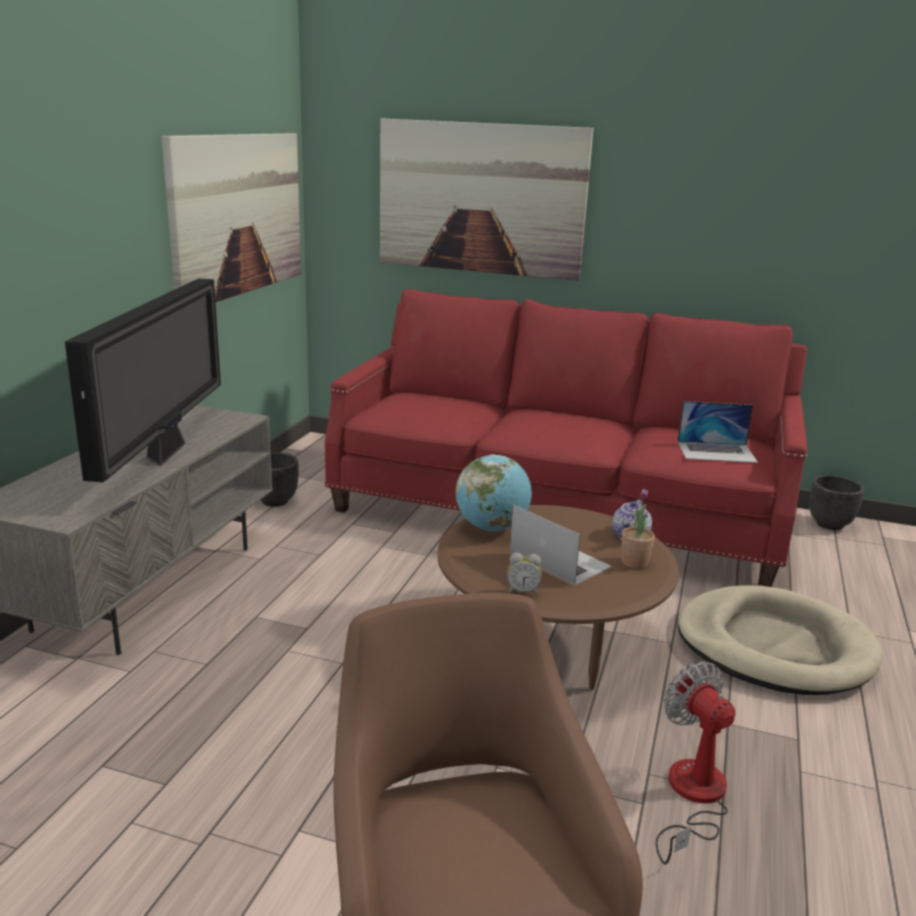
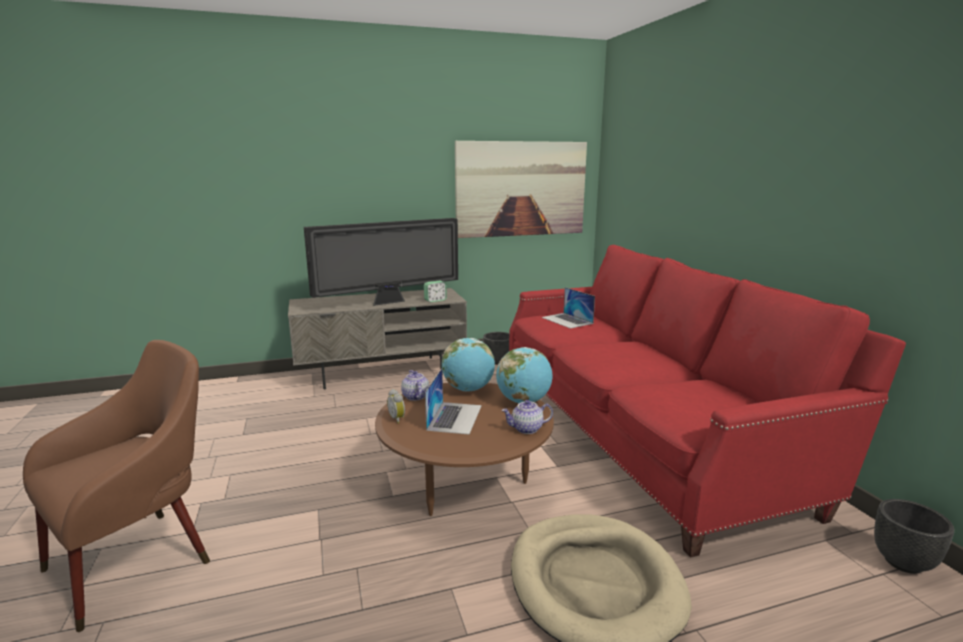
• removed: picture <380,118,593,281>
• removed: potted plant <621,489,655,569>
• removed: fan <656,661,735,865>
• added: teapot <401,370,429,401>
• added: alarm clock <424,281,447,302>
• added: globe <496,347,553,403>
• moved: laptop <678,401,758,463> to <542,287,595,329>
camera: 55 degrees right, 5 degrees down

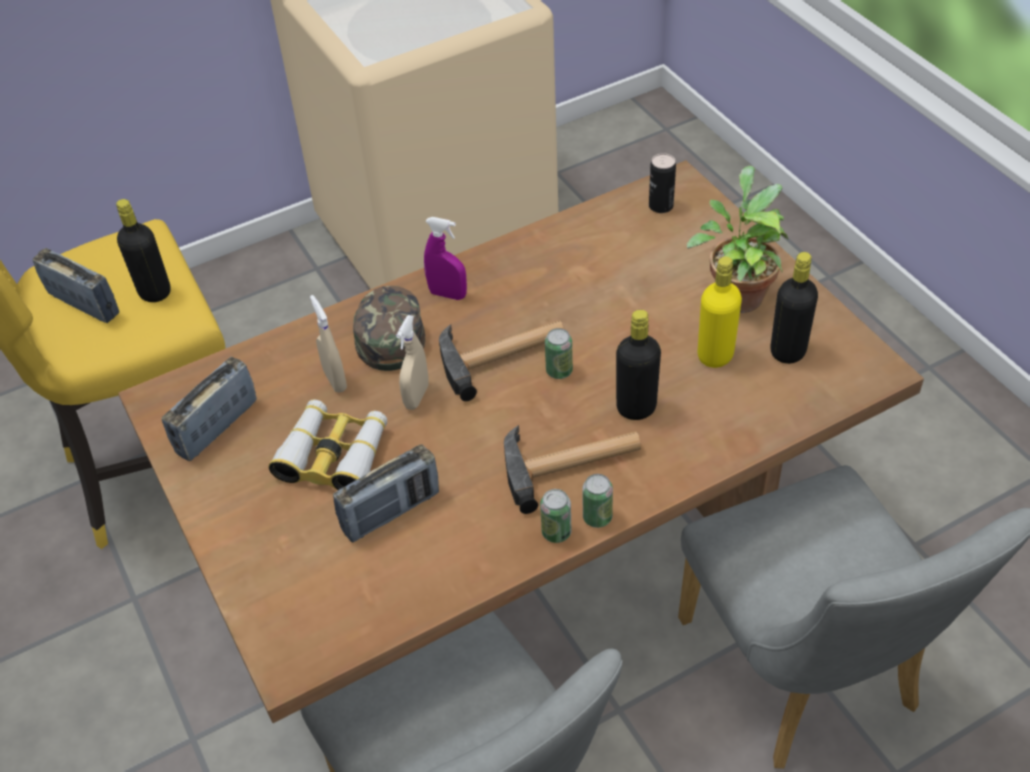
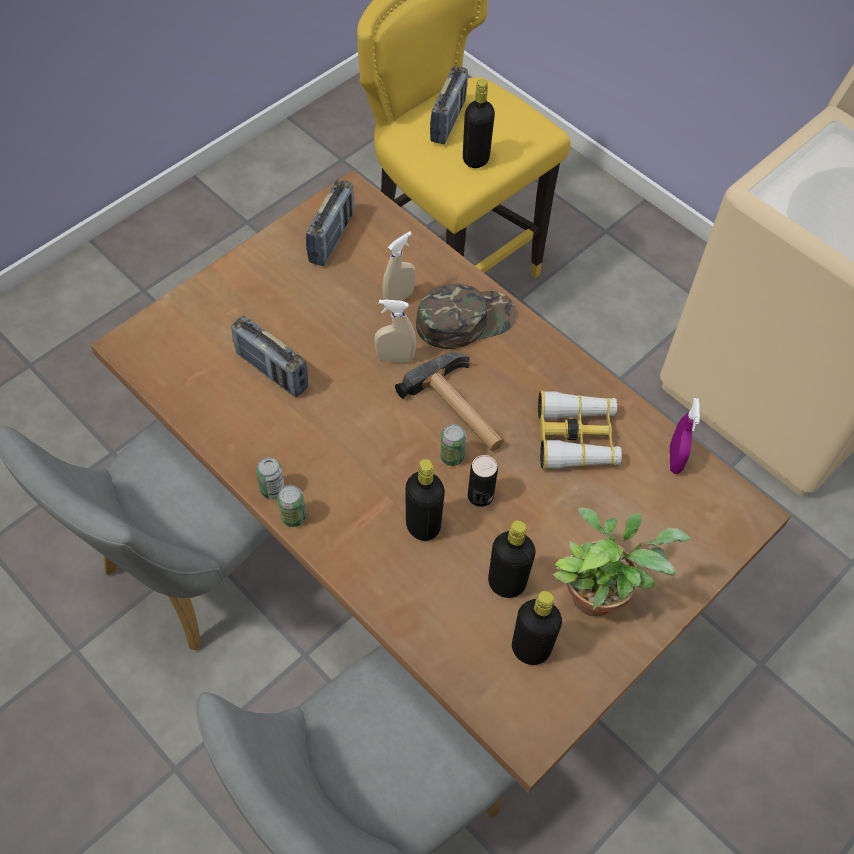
• removed: hammer <504,425,641,514>
• moved: binoculars <268,399,387,490> to <538,391,622,469>
• moved: spray bottle (purple) <424,217,467,300> to <670,398,700,474>
• moved: can <649,153,676,213> to <468,455,498,507>
• recoloured: bottle (yellow) <697,256,742,368> to bottle (black) <488,520,535,598>
• turned: radio <161,357,257,461> = <306,180,354,266> 90 degrees clockwise
camera: 70 degrees right, 10 degrees up

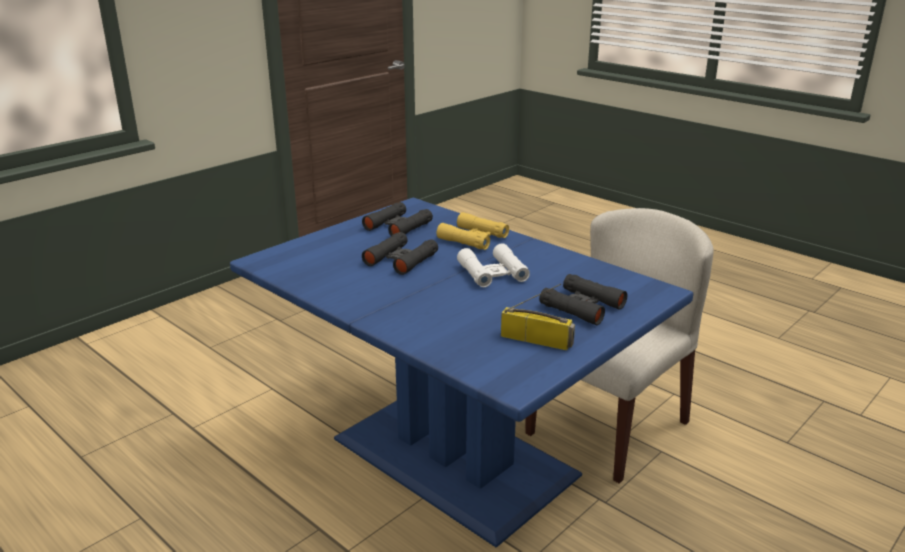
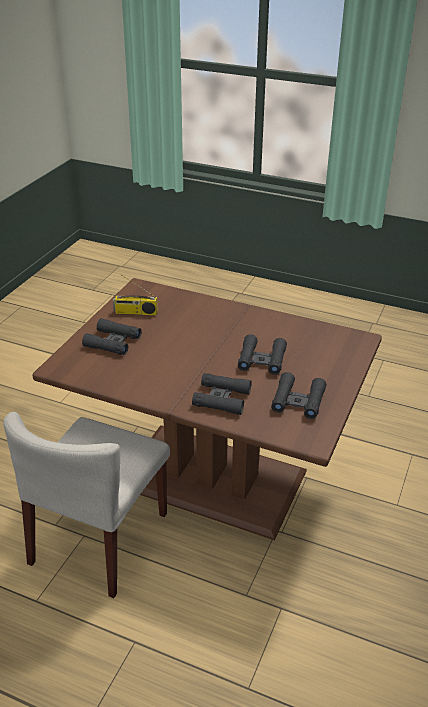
• removed: binoculars (white) <457,243,530,287>
• recoloured: dining table (blue) <230,198,693,547> to dining table (brown) <33,278,382,540>
• recoloured: binoculars (yellow) <437,212,509,250> to binoculars (black) <192,373,252,415>
camera: 160 degrees right, 10 degrees up

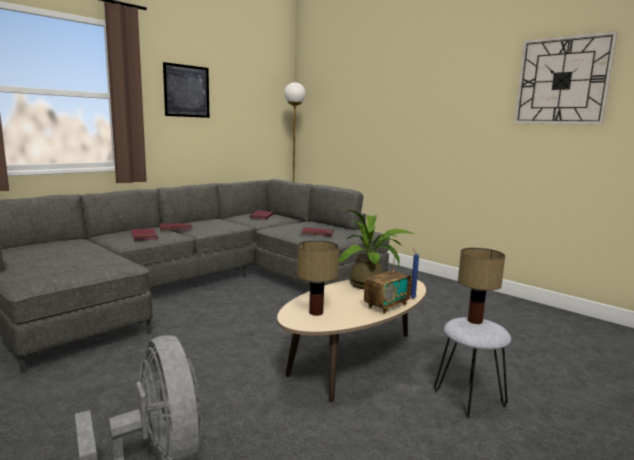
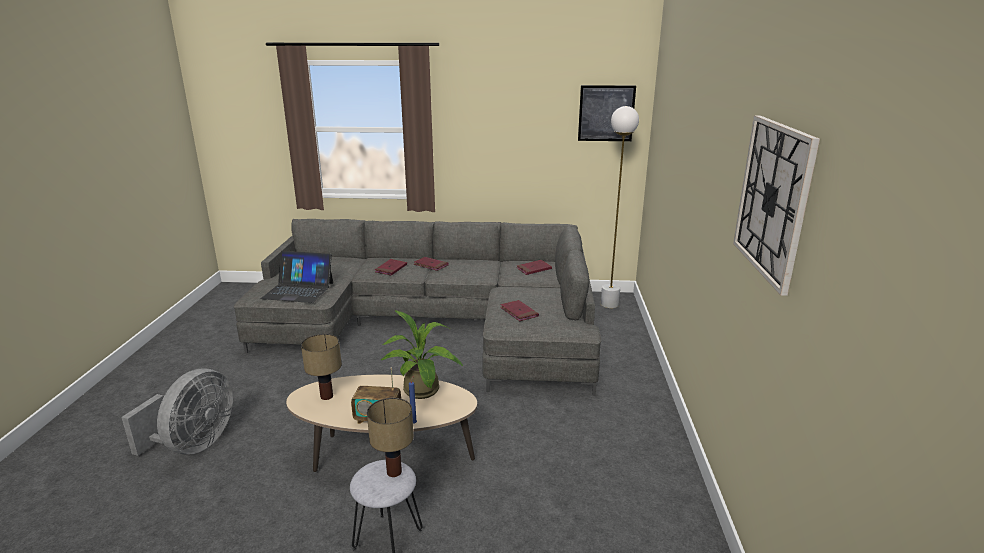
• added: laptop <261,251,333,303>
• moved: picture <163,62,209,118> to <578,85,636,141>
camera: 50 degrees right, 10 degrees up

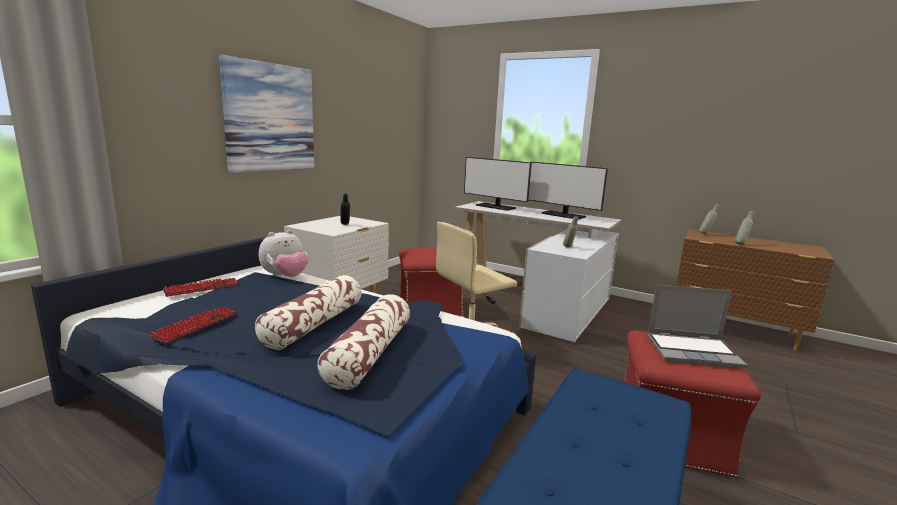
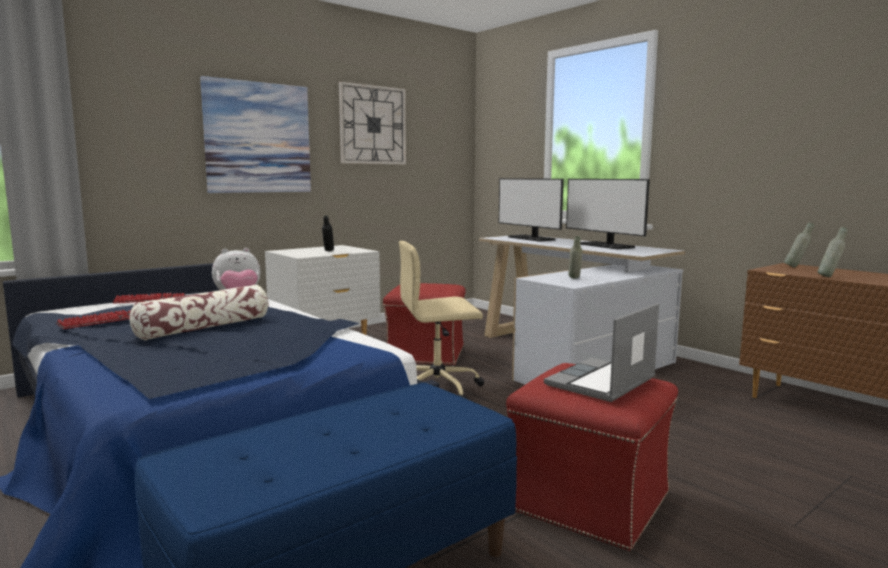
• removed: pillow <317,294,410,390>
• added: wall clock <339,82,406,165>
• turned: laptop <647,285,747,369> = <544,303,659,402> 105 degrees clockwise
camera: 20 degrees right, 5 degrees down

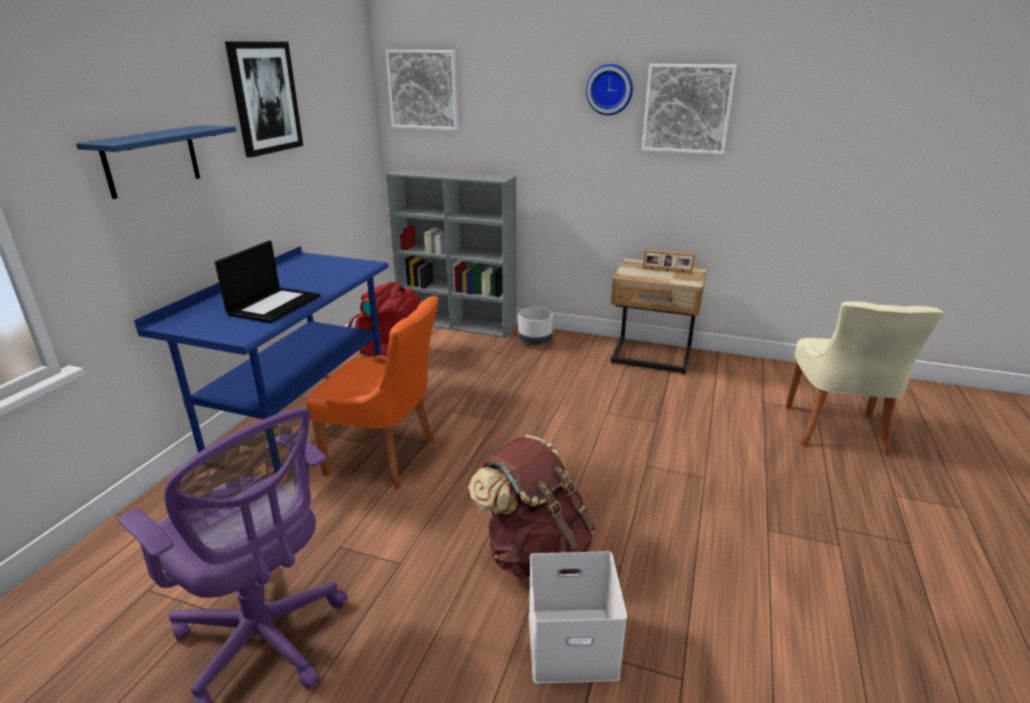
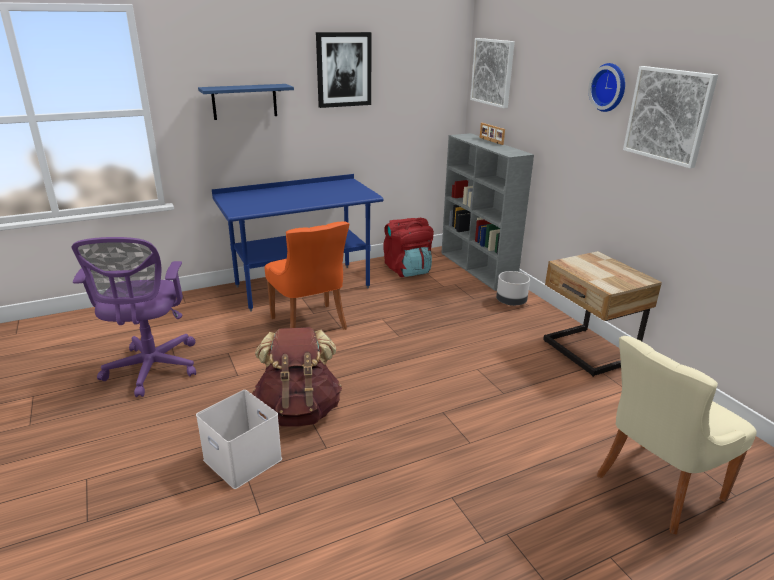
• removed: laptop <215,241,320,323>
• moved: picture frame <643,250,695,274> to <480,123,505,145>
camera: 45 degrees right, 0 degrees up

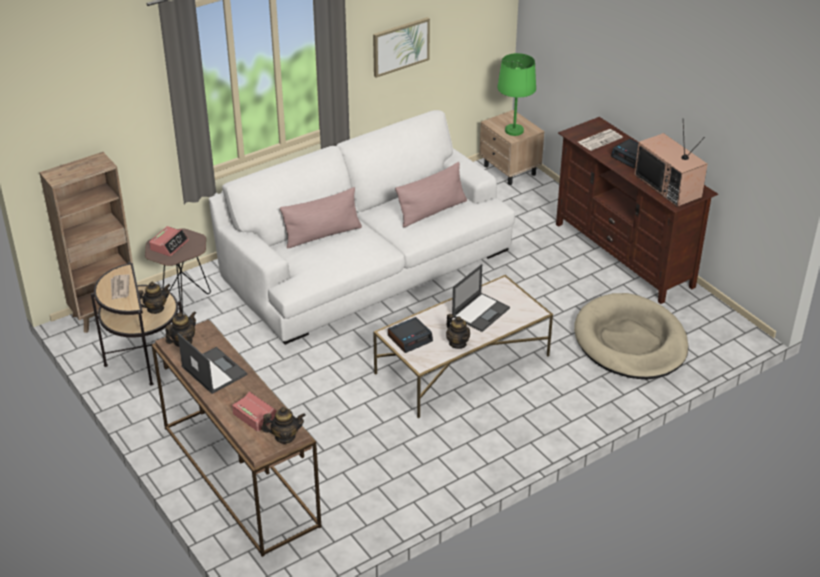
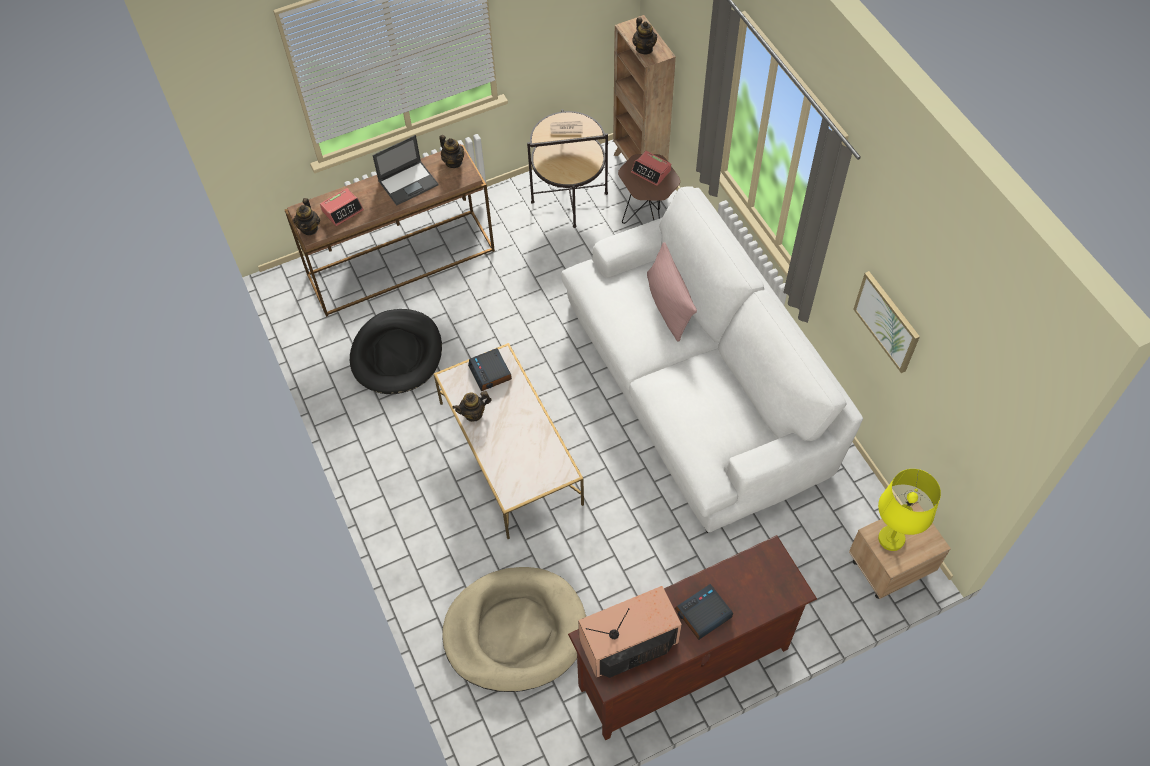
• removed: pillow (pink) <395,162,467,228>
• removed: laptop <452,264,510,332>
• removed: newspaper <578,129,623,151>
• added: dog bed (black) <350,309,442,394>
• moved: teapot <137,282,171,314> to <632,17,657,54>
• recoloured: table lamp (green) <497,53,536,136> to table lamp (yellow) <878,469,941,551>
camera: 100 degrees right, 20 degrees up

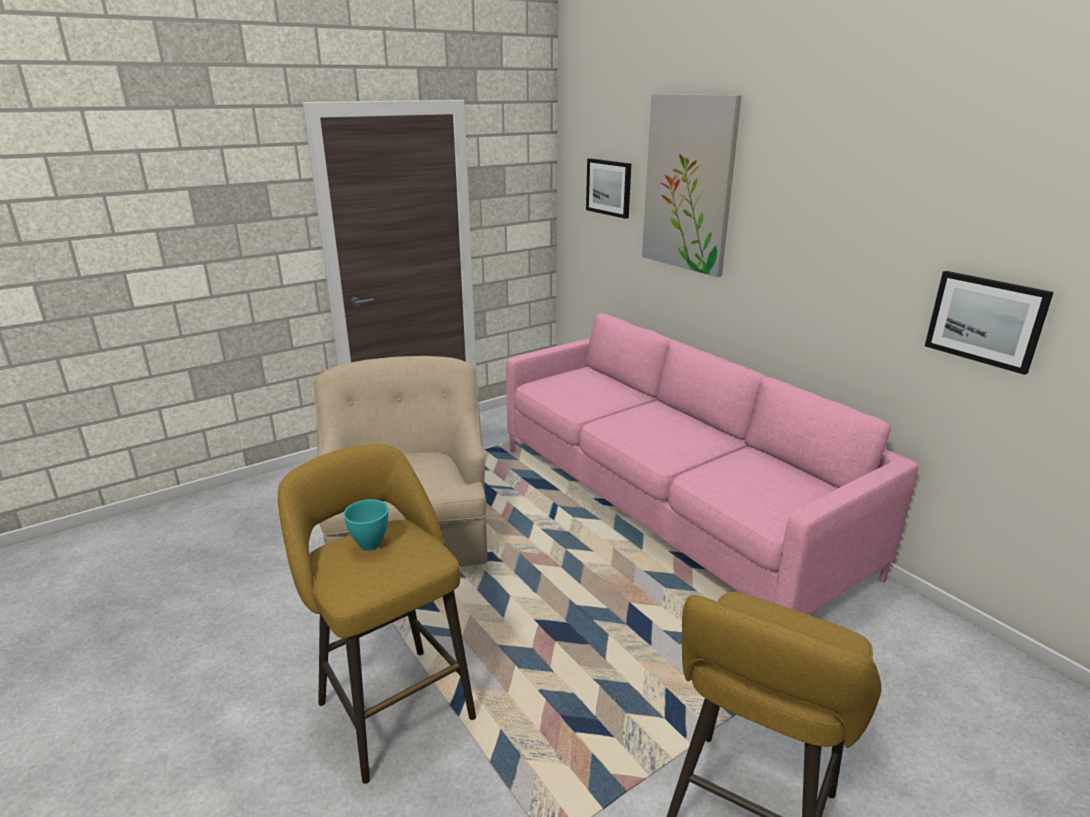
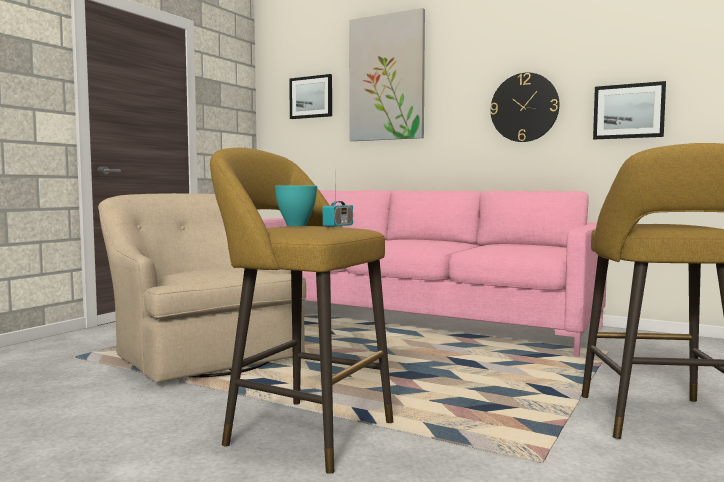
• added: radio <323,183,353,227>
• added: wall clock <490,72,559,142>
camera: 25 degrees left, 20 degrees down

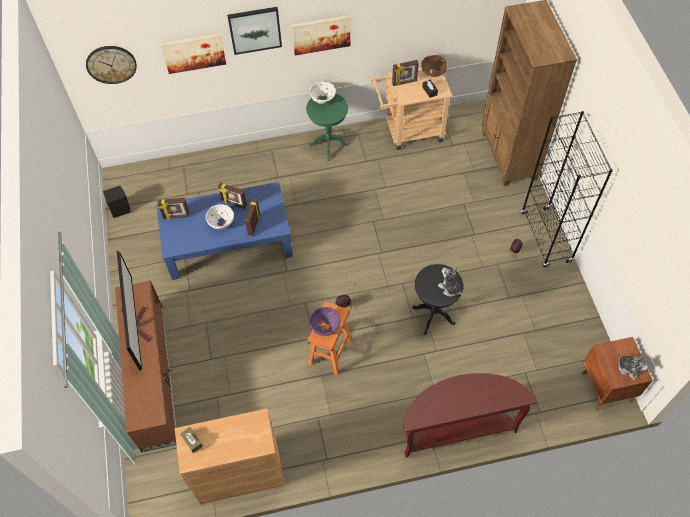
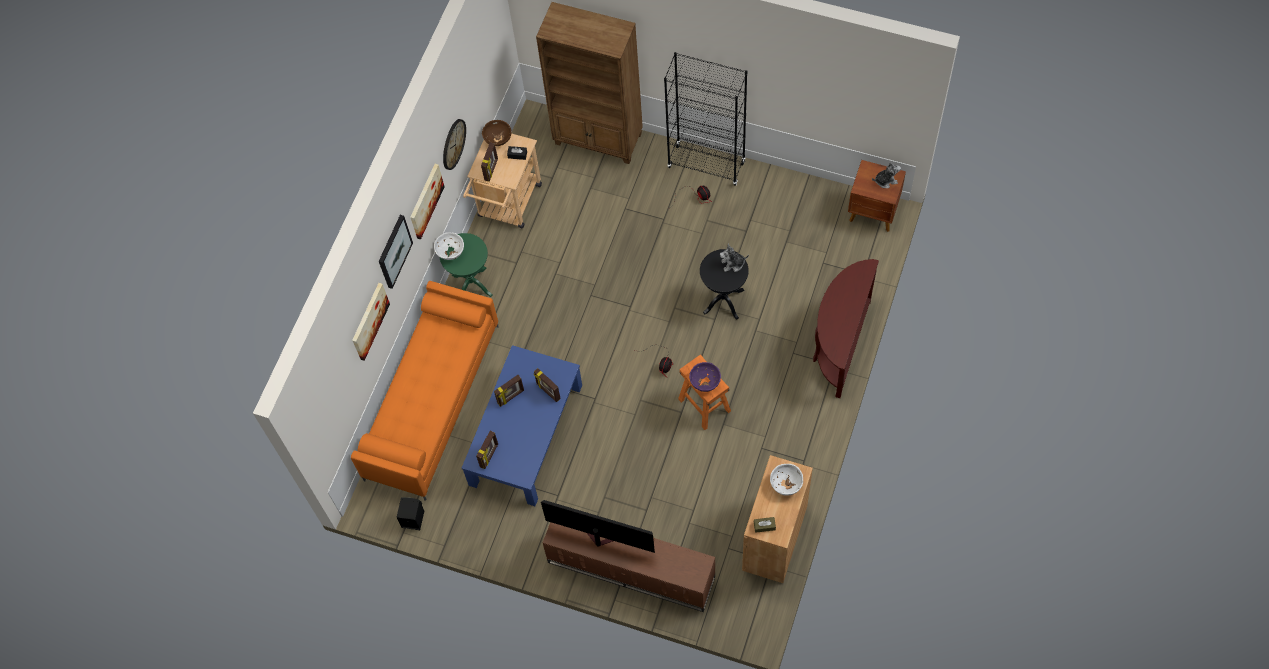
• added: sofa (orange) <351,281,499,501>
• moved: wall clock <86,46,137,84> to <443,119,466,170>
• moved: bowl (white) <206,204,234,229> to <770,464,803,496>
camera: 55 degrees left, 5 degrees up

